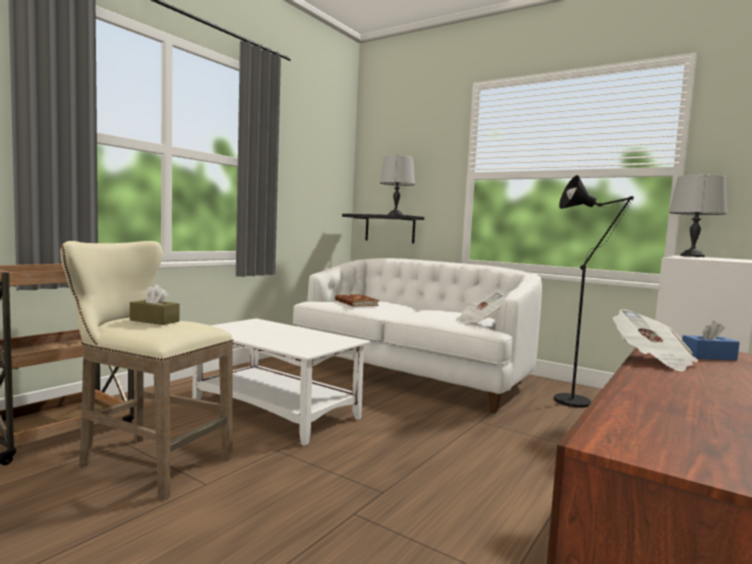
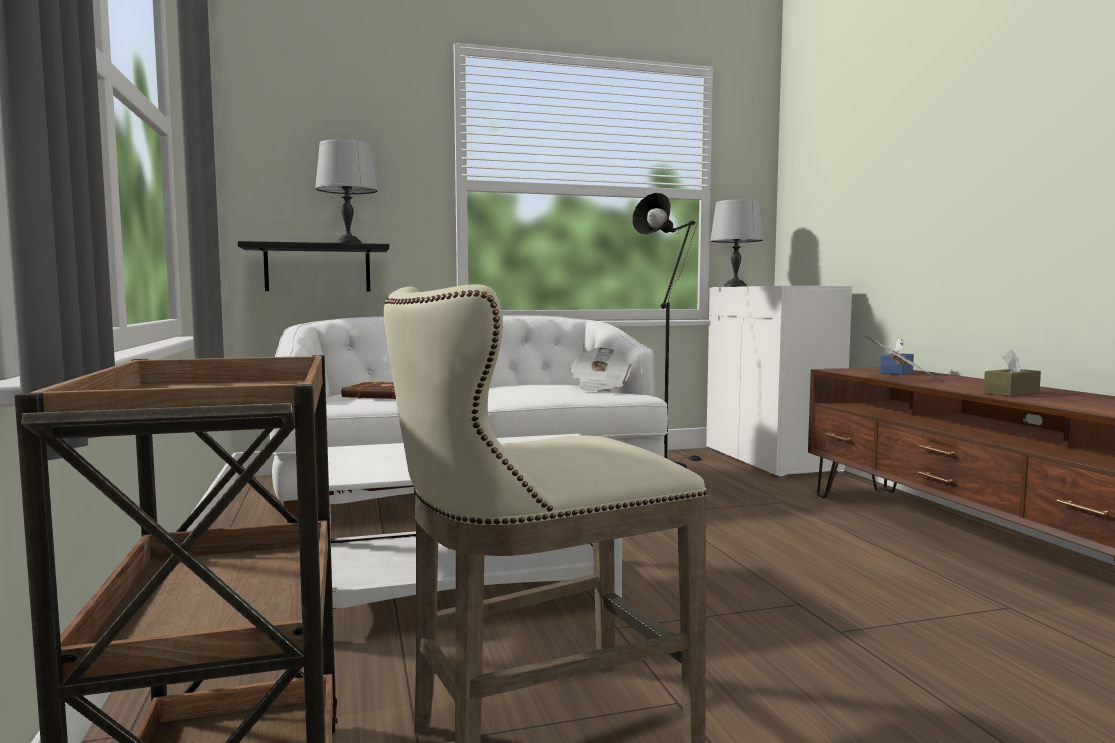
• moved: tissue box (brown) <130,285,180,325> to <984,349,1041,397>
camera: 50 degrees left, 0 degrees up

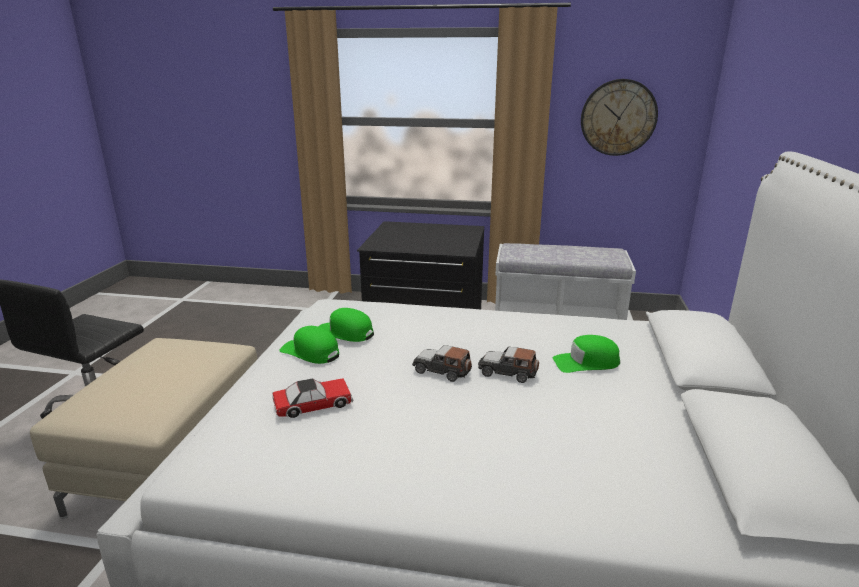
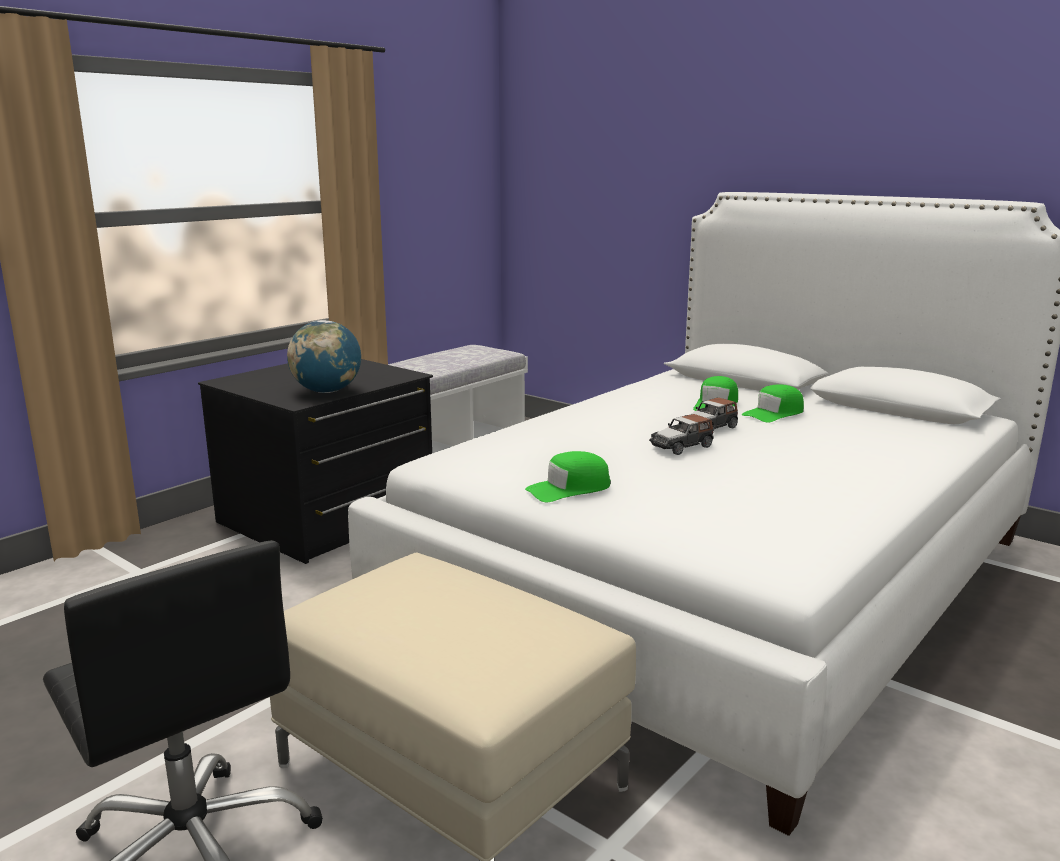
• removed: toy car <272,378,353,418>
• removed: wall clock <581,79,658,156>
• added: globe <287,320,361,393>
• moved: cap (green) <318,308,374,342> to <742,384,804,423>
camera: 60 degrees left, 5 degrees down

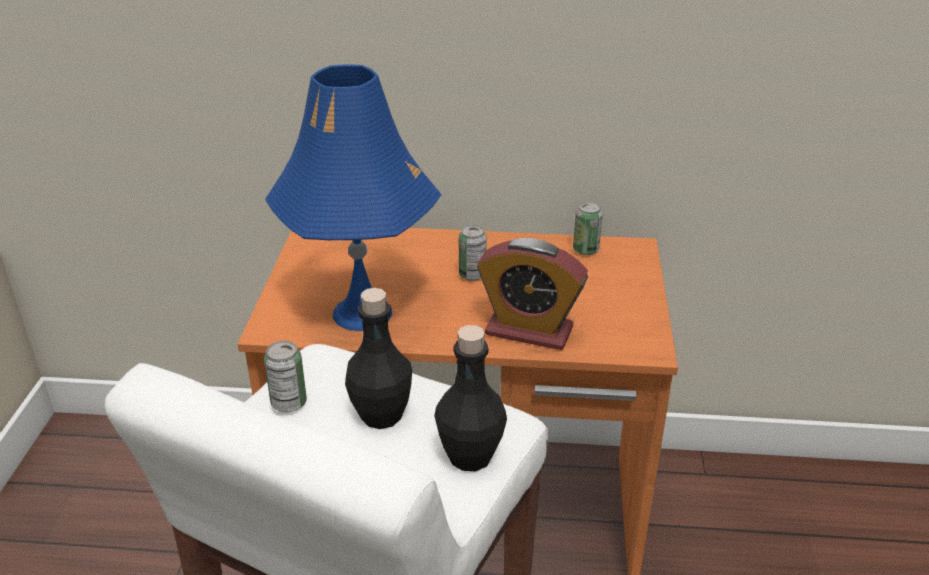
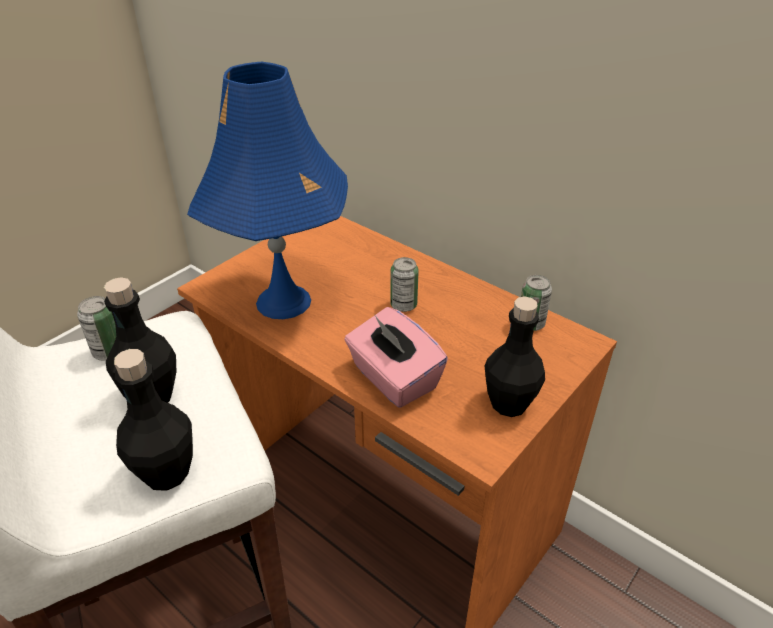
• added: bottle (black) <485,296,545,417>
• replaced: alarm clock <477,238,588,350> to tissue box (pink) <344,307,448,408>
camera: 35 degrees right, 5 degrees up

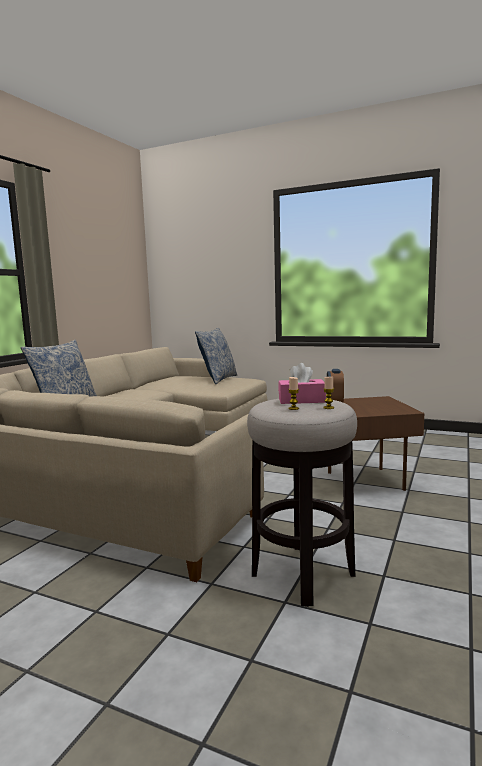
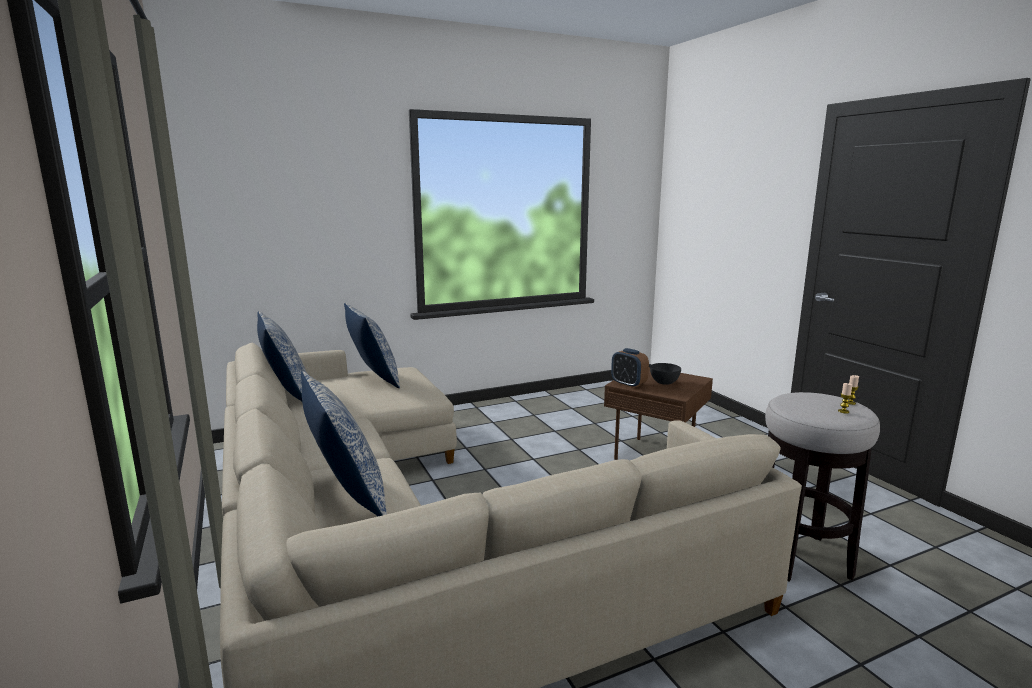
• removed: tissue box (pink) <278,363,326,404>
• added: pillow <257,311,307,401>
• added: bowl (grey) <650,363,681,385>
camera: 50 degrees left, 5 degrees up

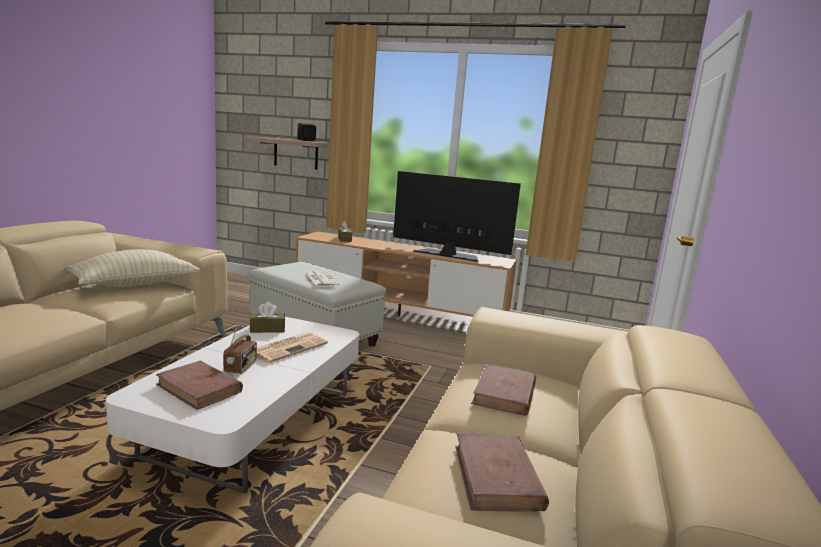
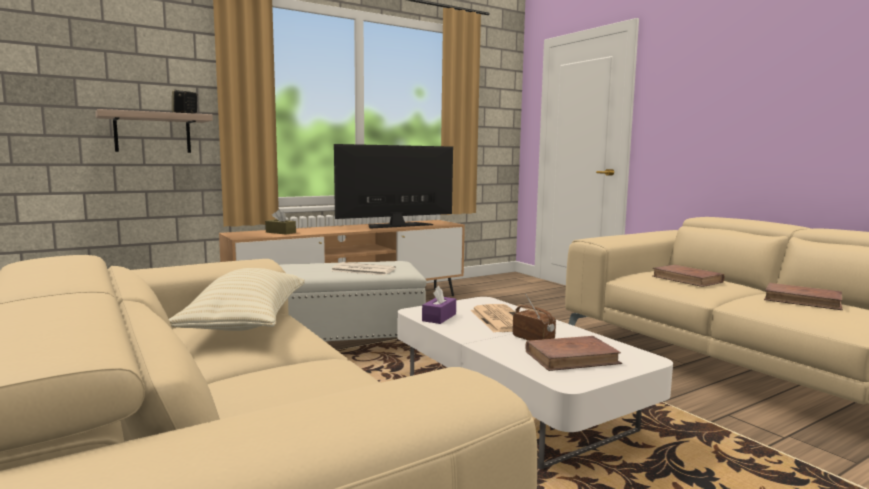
• recoloured: tissue box (brown) <250,302,285,333> to tissue box (purple) <422,285,456,324>
camera: 50 degrees left, 5 degrees down

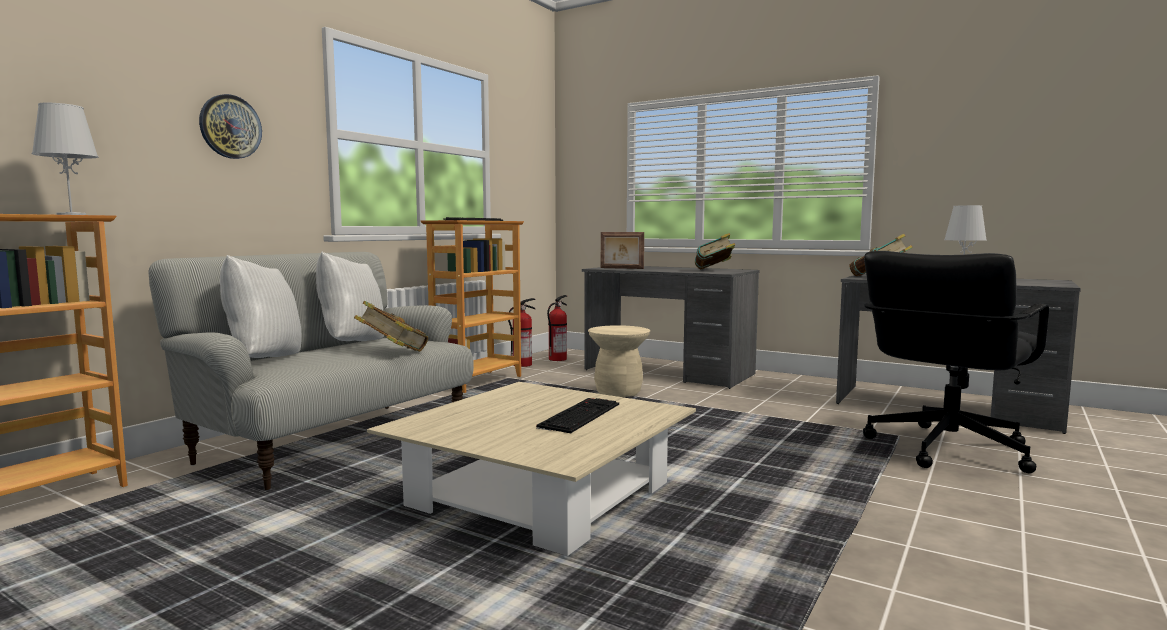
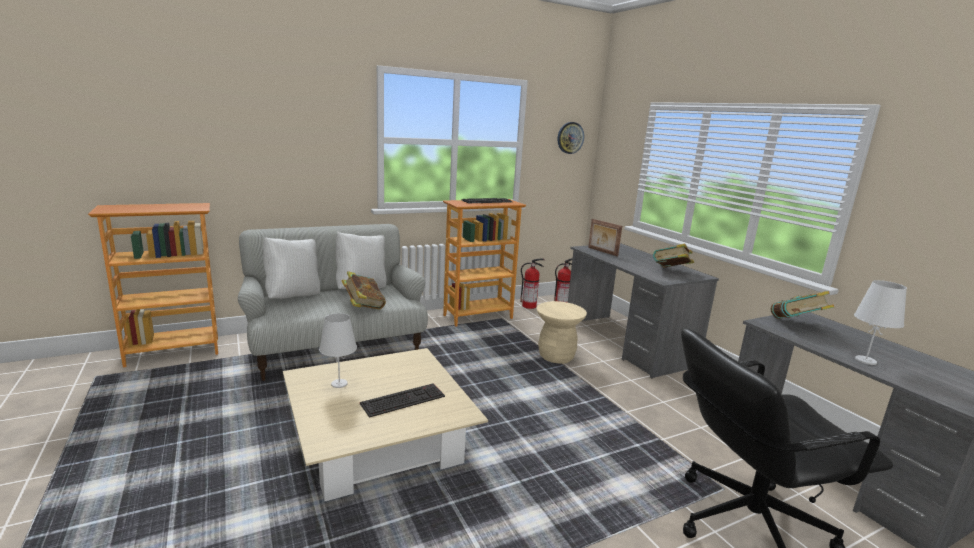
• moved: table lamp (white) <32,103,98,215> to <319,313,357,388>
• moved: wall clock <199,94,262,159> to <558,122,584,154>
camera: 30 degrees right, 10 degrees up

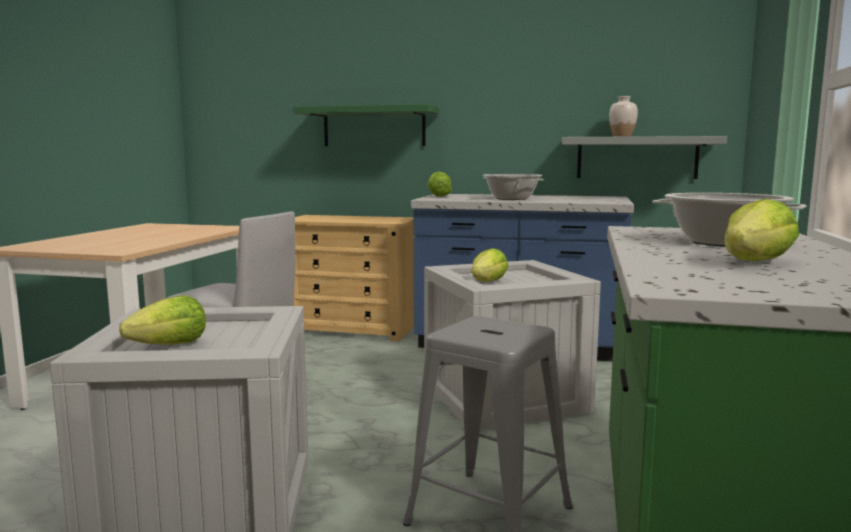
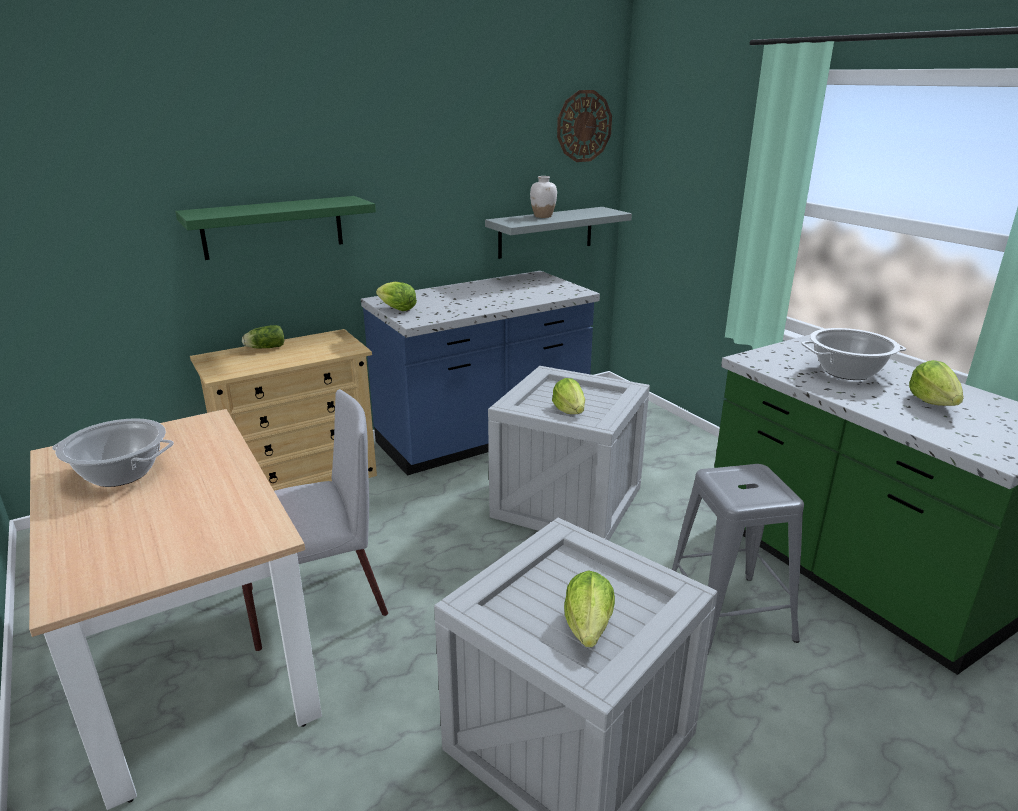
• added: lettuce <242,325,284,348>
• added: wall clock <557,90,612,162>
• moved: cooking pot <482,174,544,200> to <52,418,174,487>
camera: 45 degrees left, 15 degrees up

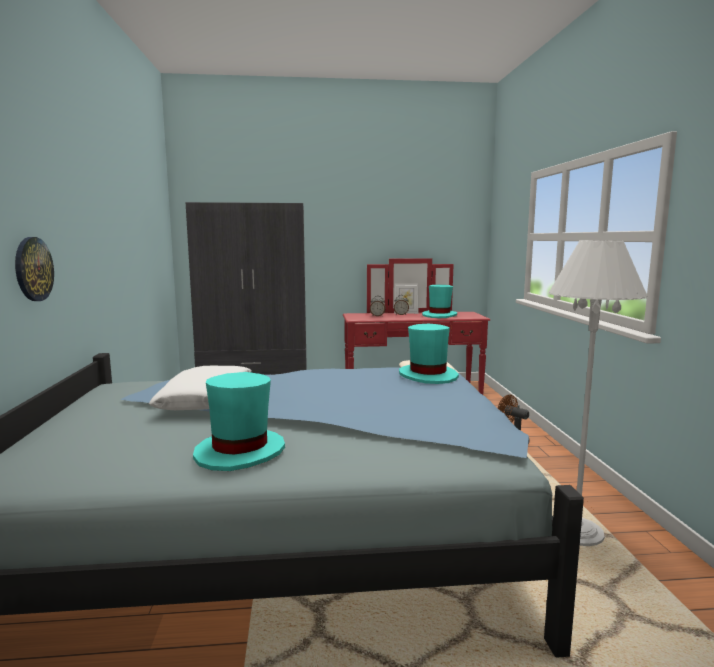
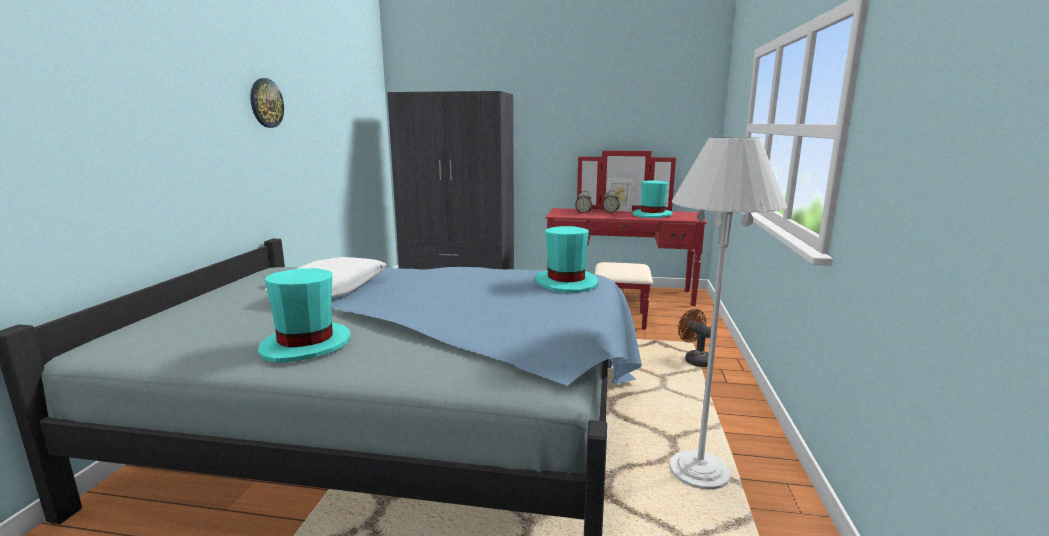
• moved: wall clock <15,237,54,301> to <250,78,284,128>
camera: 15 degrees right, 5 degrees up

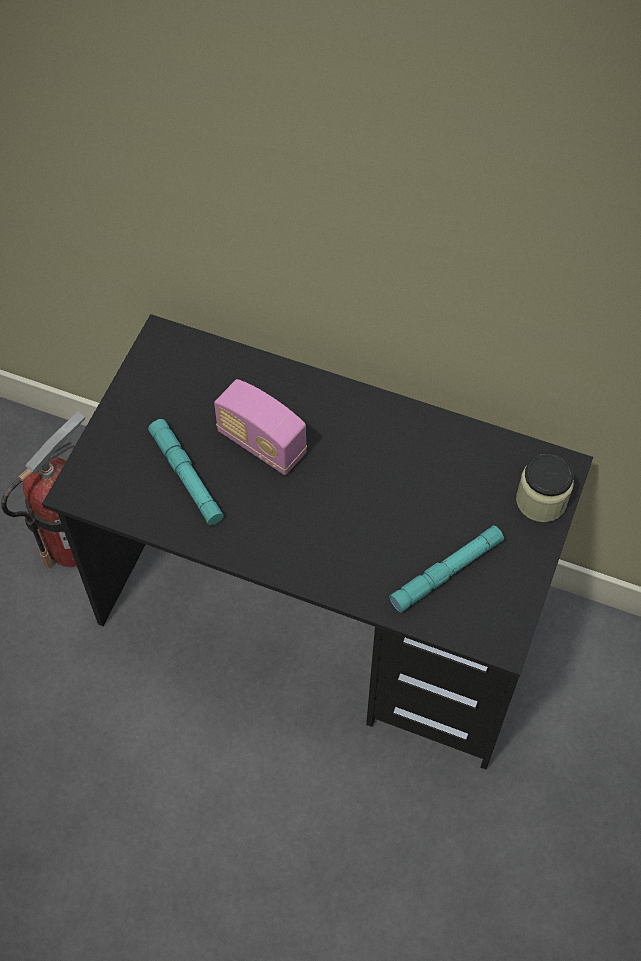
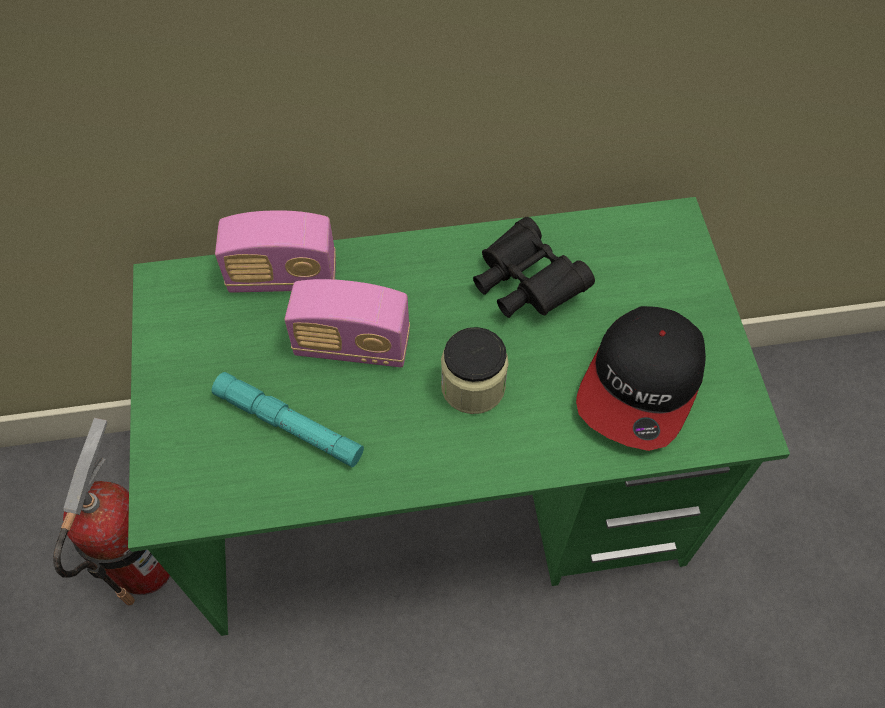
• added: radio <215,210,336,293>
• added: binoculars (black) <473,217,595,318>
• moved: jar <516,454,574,522> to <441,327,508,414>
• replaced: flashlight (turquoise) <389,525,504,613> to cap <576,306,706,451>
• recoloured: desk (black) <42,314,593,769> to desk (green) <128,197,790,636>
camera: 30 degrees left, 0 degrees up

